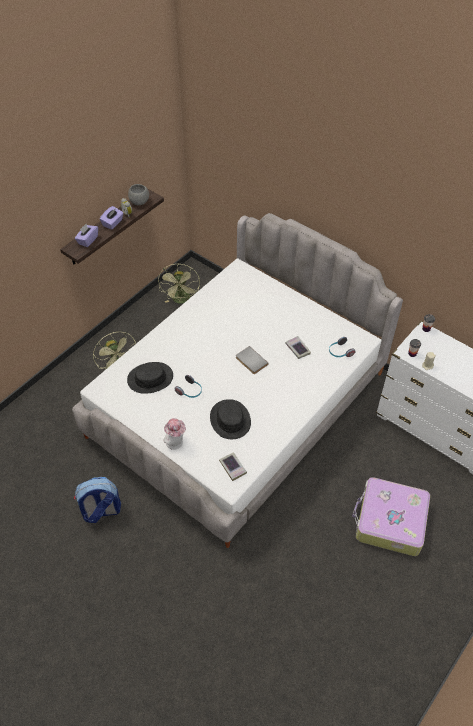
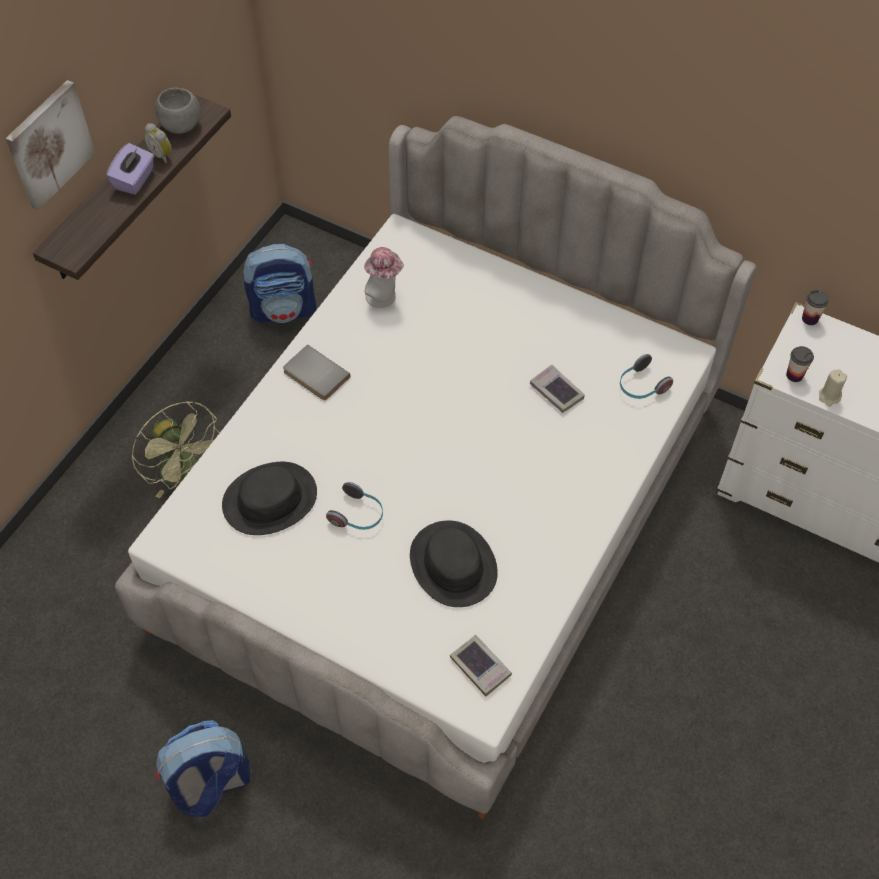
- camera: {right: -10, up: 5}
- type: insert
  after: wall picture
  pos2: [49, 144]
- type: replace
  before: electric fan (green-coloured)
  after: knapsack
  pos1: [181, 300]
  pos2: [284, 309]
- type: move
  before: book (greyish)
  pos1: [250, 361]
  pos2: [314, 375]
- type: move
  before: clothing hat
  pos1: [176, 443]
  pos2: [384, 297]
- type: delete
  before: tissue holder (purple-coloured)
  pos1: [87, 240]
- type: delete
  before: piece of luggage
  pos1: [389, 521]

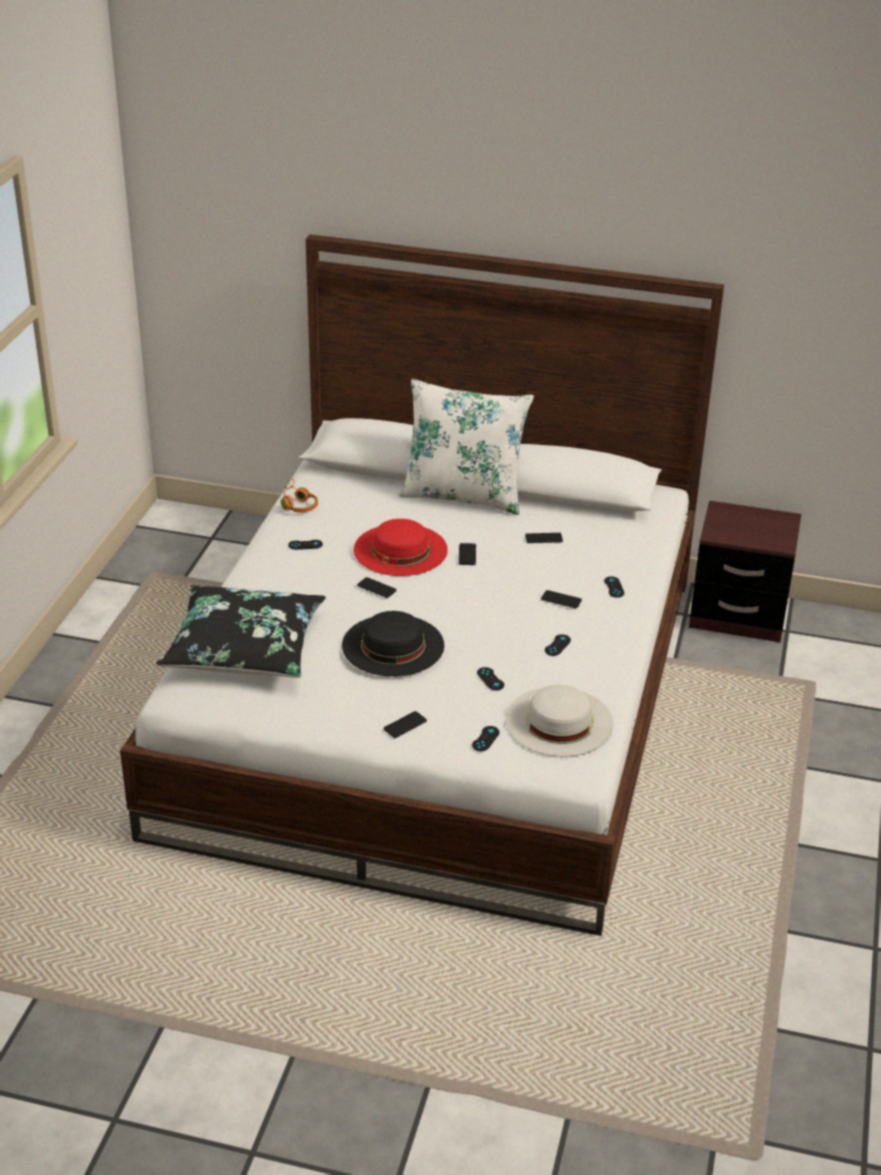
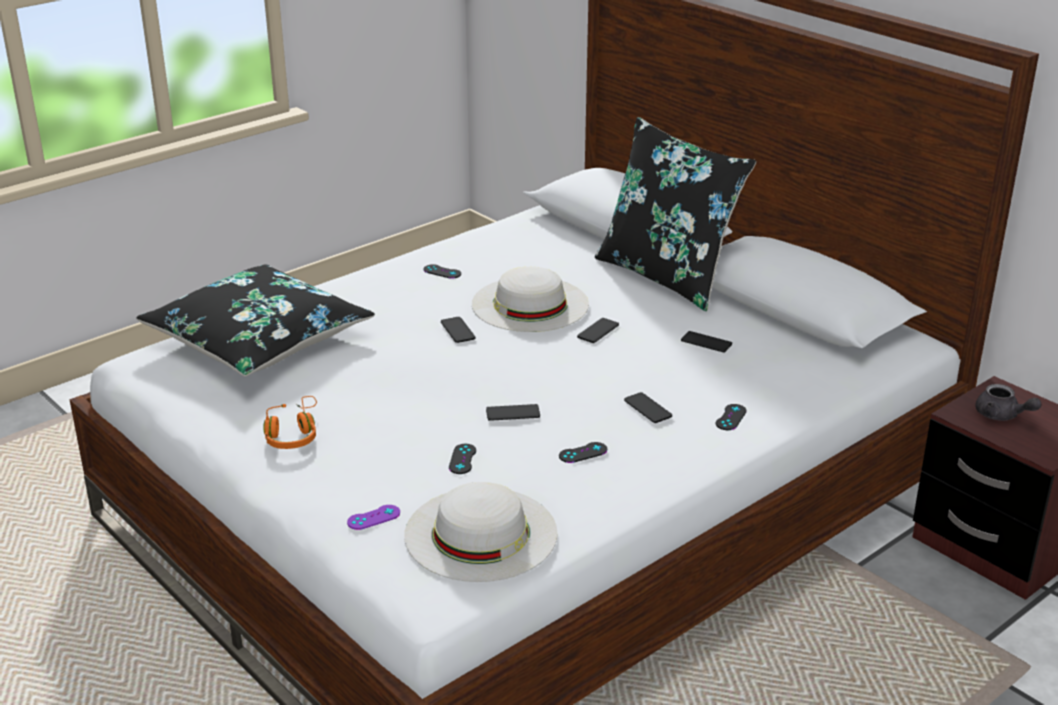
- camera: {right: 35, up: -5}
- type: move
  before: pair of headphones (orange-coloured)
  pos1: [297, 504]
  pos2: [293, 434]
- type: recolor
  before: gamepad (blackish)
  after: gamepad (purple-coloured)
  pos1: [485, 739]
  pos2: [373, 517]
- type: recolor
  before: clothing hat (reddish)
  after: clothing hat (white)
  pos1: [400, 550]
  pos2: [530, 304]
- type: move
  before: phone
  pos1: [405, 725]
  pos2: [513, 413]
- type: recolor
  before: pillow (white)
  after: pillow (blackish)
  pos1: [463, 495]
  pos2: [667, 276]
- type: insert
  after: tea pot (greyish)
  pos2: [1001, 416]
- type: delete
  before: clothing hat (blackish)
  pos1: [393, 645]

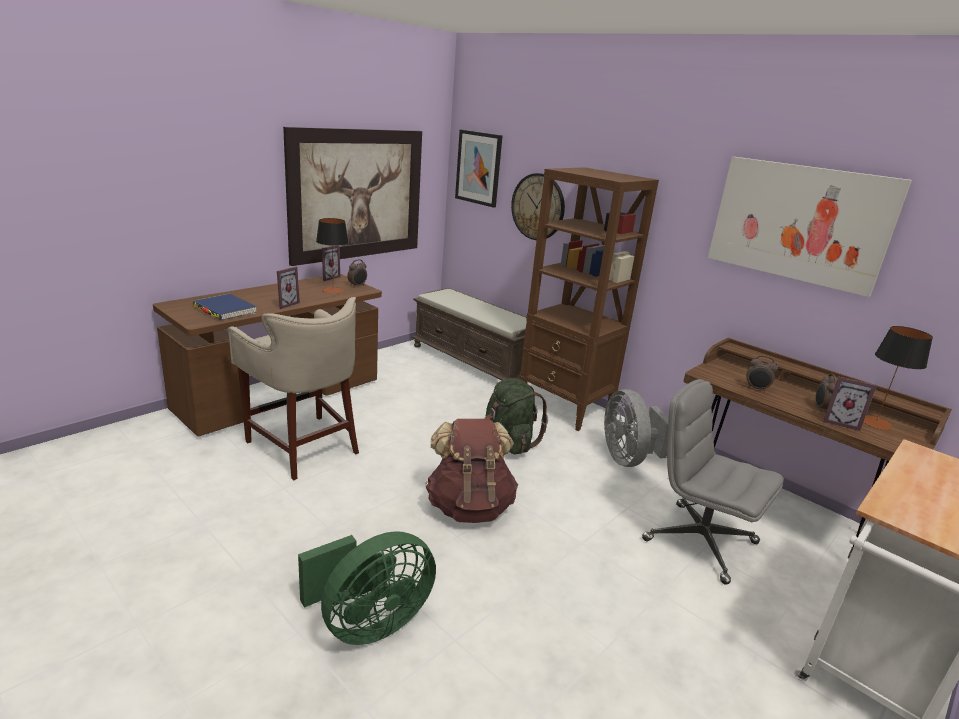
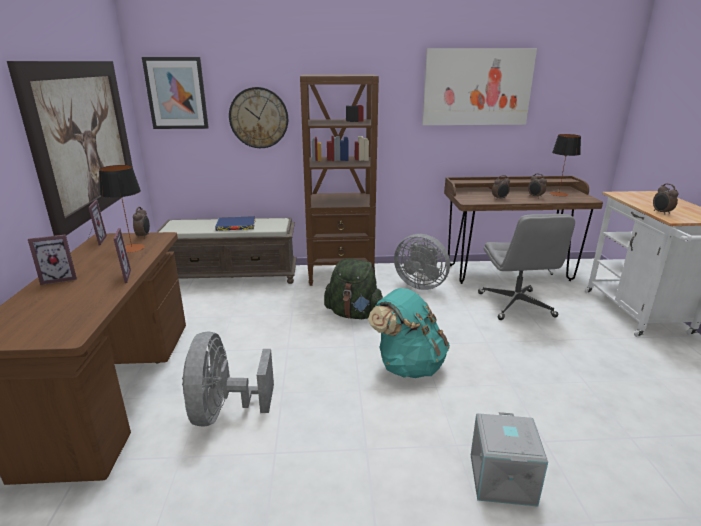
- camera: {right: -45, up: 0}
- type: move
  before: picture frame
  pos1: [840, 422]
  pos2: [60, 278]
- type: replace
  before: stool seat (sand-coloured)
  after: electric fan (greyish)
  pos1: [304, 446]
  pos2: [224, 411]
- type: move
  before: book (blue-coloured)
  pos1: [225, 310]
  pos2: [236, 226]
- type: recolor
  before: knapsack (brownish)
  after: knapsack (blue-green)
  pos1: [469, 507]
  pos2: [408, 365]
- type: replace
  before: electric fan (green-coloured)
  after: storage container (greyish)
  pos1: [368, 623]
  pos2: [500, 478]
- type: rotate
  before: computer chair (greyish)
  pos1: [698, 541]
  pos2: [516, 305]
  turn: -90
- type: insert
  after: bedside clock
  pos2: [661, 212]

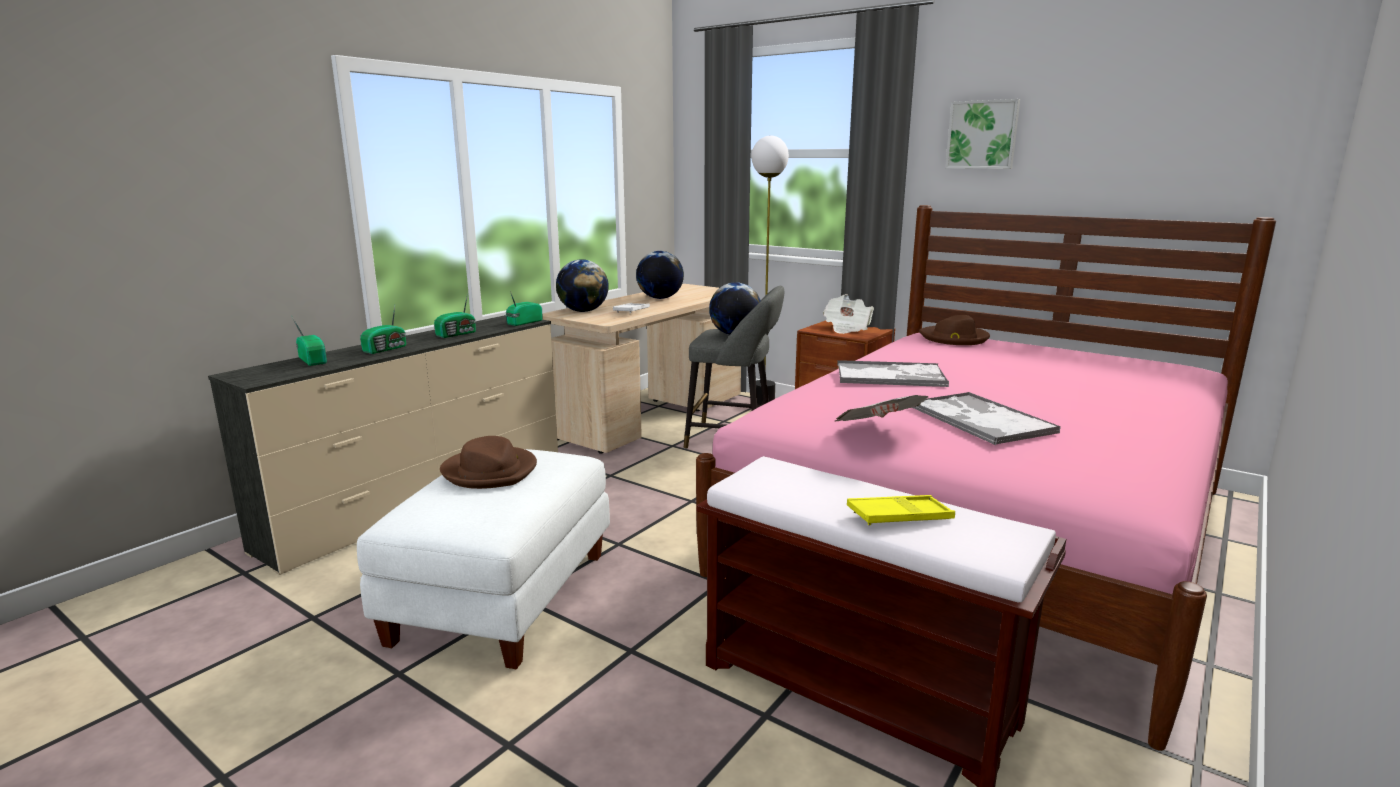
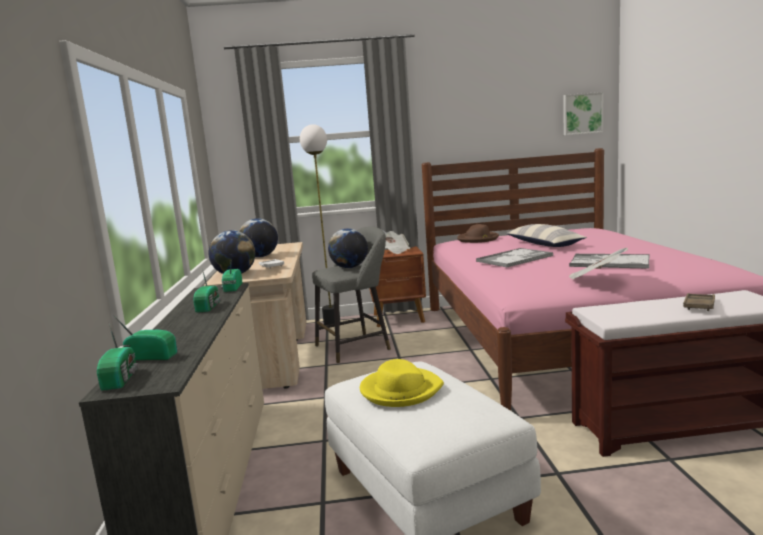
- camera: {right: -40, up: -5}
- type: move
  before: radio receiver
  pos1: [386, 349]
  pos2: [121, 378]
- type: recolor
  before: clothing hat (brownish)
  after: clothing hat (yellow)
  pos1: [490, 471]
  pos2: [400, 390]
- type: insert
  after: pillow
  pos2: [543, 244]
- type: move
  before: wall picture
  pos1: [982, 135]
  pos2: [582, 114]
- type: recolor
  before: serving tray (yellow)
  after: serving tray (brownish)
  pos1: [899, 517]
  pos2: [699, 305]

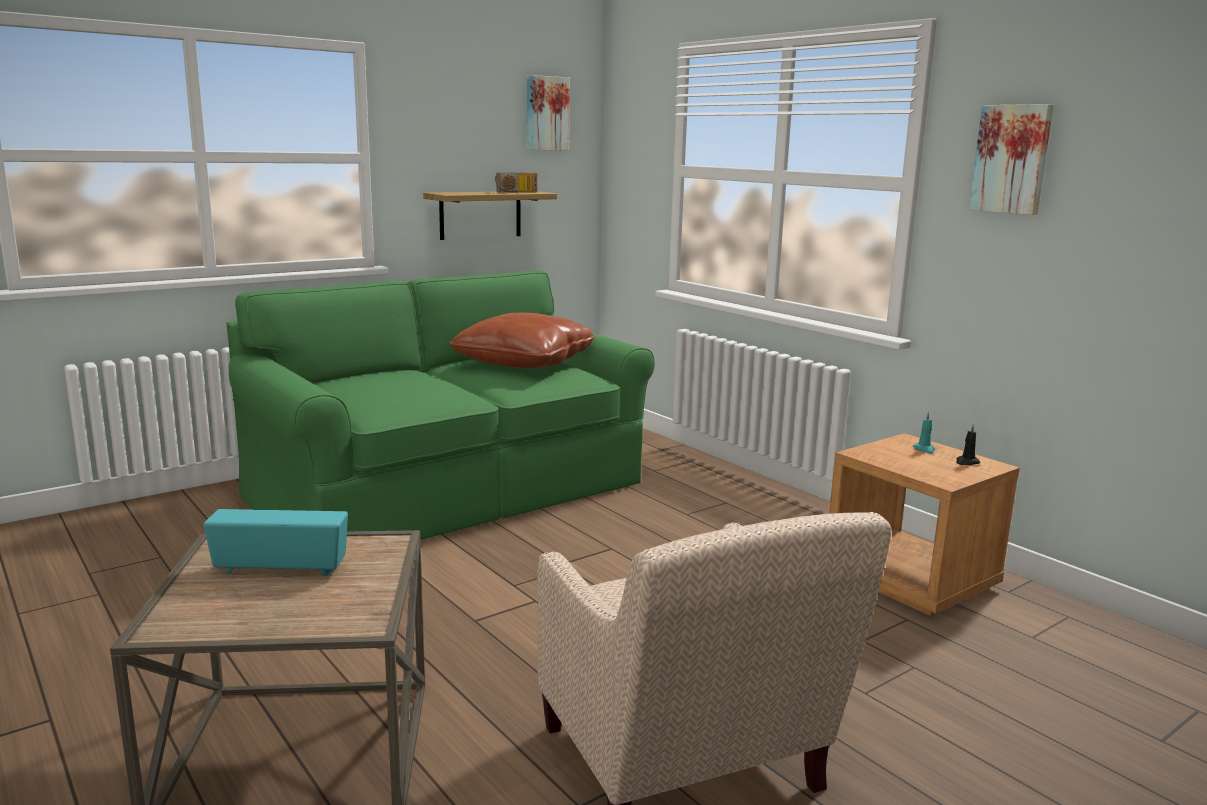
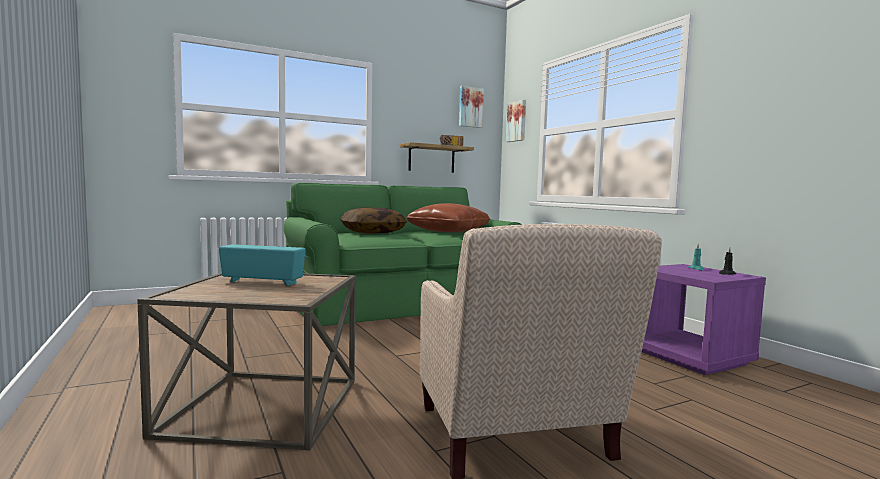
- camera: {right: 10, up: -10}
- type: insert
  after: pillow
  pos2: [372, 232]
- type: move
  before: wall picture
  pos1: [1012, 159]
  pos2: [517, 121]
- type: recolor
  before: nightstand (brownish)
  after: nightstand (purple-coloured)
  pos1: [911, 580]
  pos2: [691, 357]

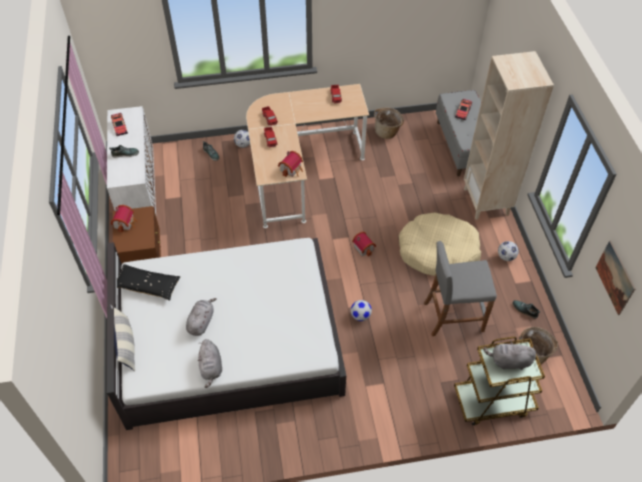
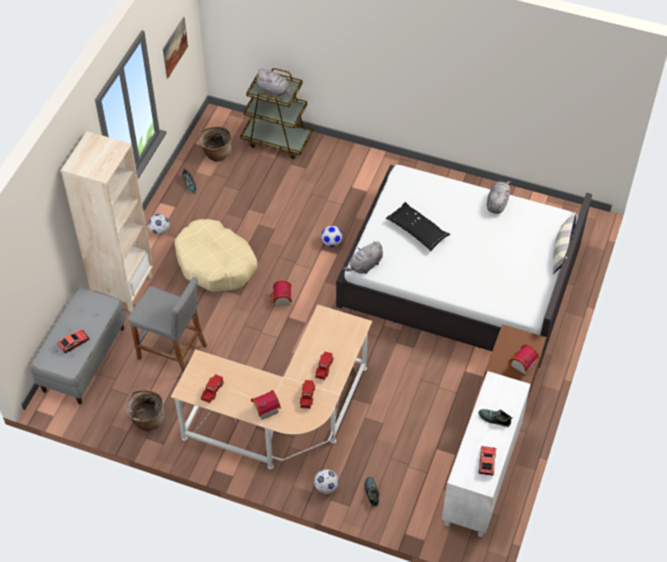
- camera: {right: -150, up: 0}
- type: move
  before: stool seat (greyish)
  pos1: [453, 316]
  pos2: [172, 352]
- type: move
  before: model house
  pos1: [292, 169]
  pos2: [264, 408]
- type: move
  before: plush toy (greyish)
  pos1: [201, 322]
  pos2: [365, 265]
- type: move
  before: pillow (blackish)
  pos1: [147, 286]
  pos2: [417, 231]

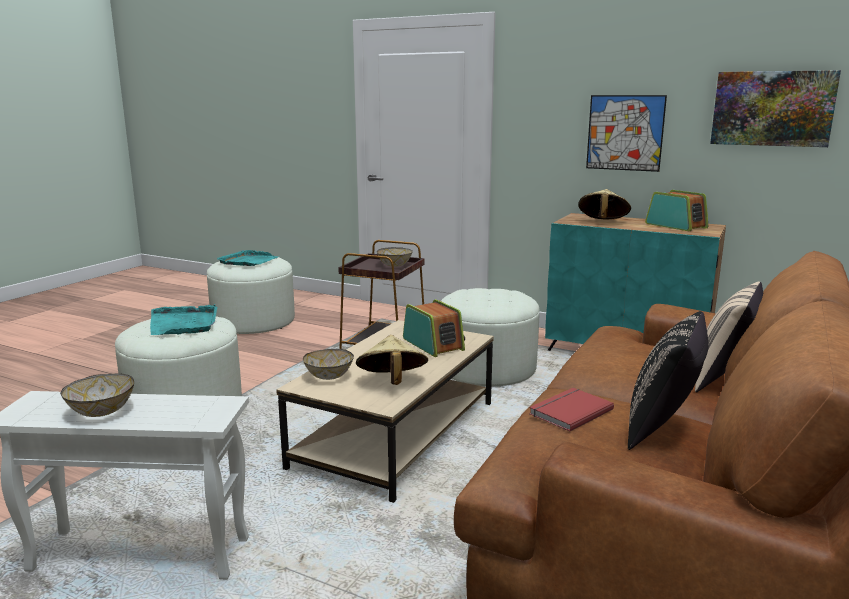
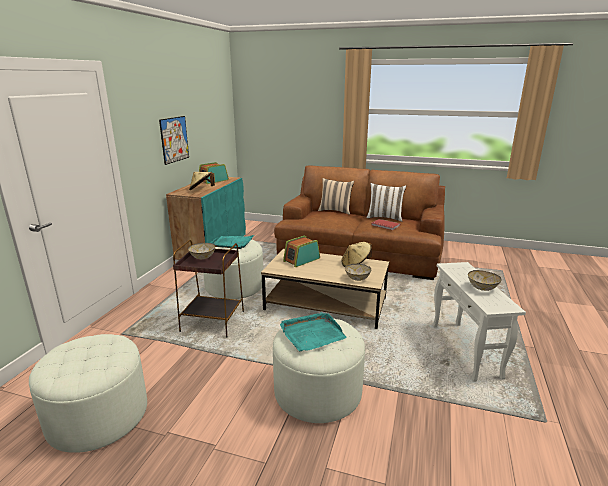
- camera: {right: -100, up: 5}
- type: move
  before: serving tray (blue-green)
  pos1: [248, 261]
  pos2: [232, 243]
- type: recolor
  before: pillow (blackish)
  after: pillow (white)
  pos1: [663, 429]
  pos2: [385, 218]
- type: delete
  before: wall picture
  pos1: [772, 108]

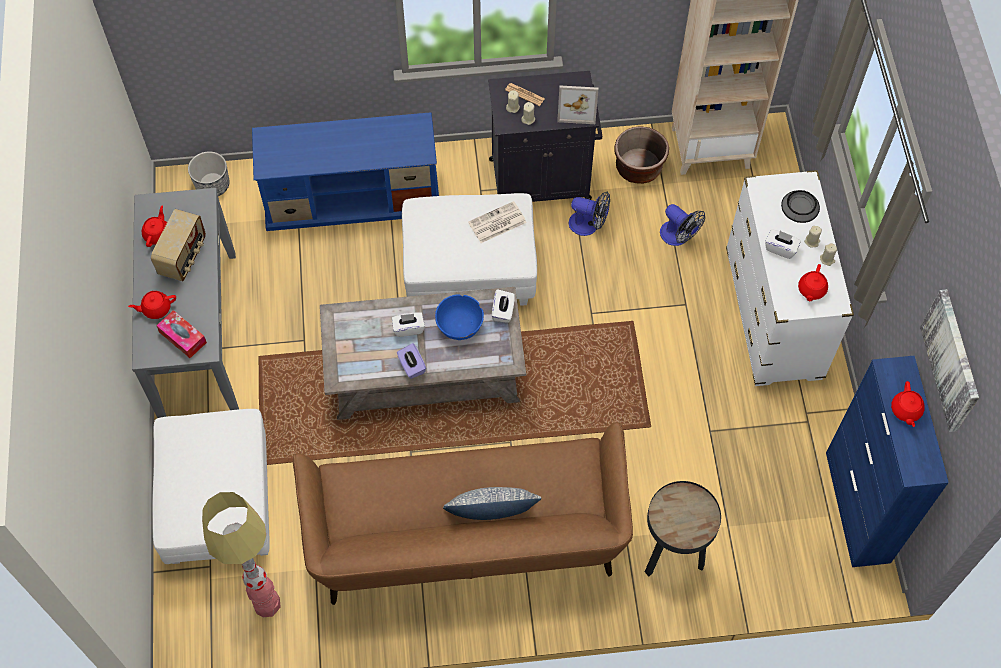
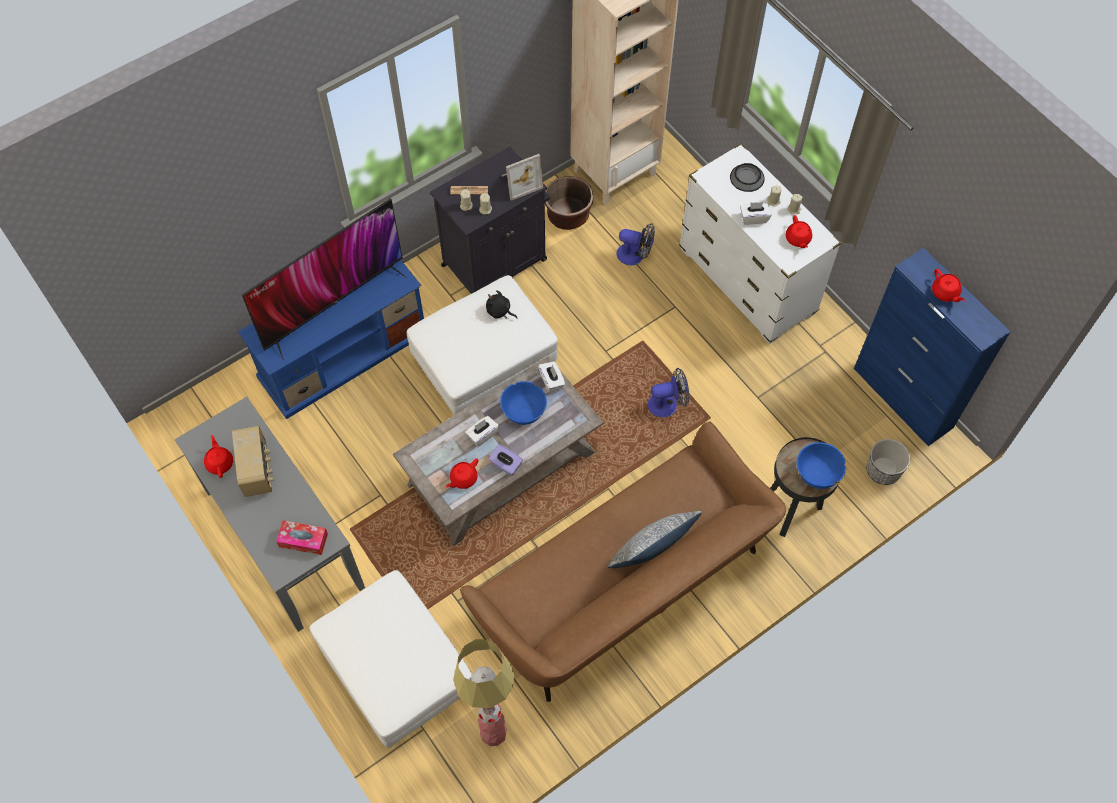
- camera: {right: -30, up: 0}
- type: insert
  after: television
  pos2: [333, 303]
- type: move
  before: tea pot (reddish)
  pos1: [156, 308]
  pos2: [463, 478]
- type: replace
  before: daily paper
  after: plush toy (blackish)
  pos1: [496, 223]
  pos2: [499, 311]
- type: move
  before: electric fan
  pos1: [589, 225]
  pos2: [667, 404]
- type: insert
  after: bowl (blue-coloured)
  pos2: [817, 473]
- type: move
  before: plant pot
  pos1: [213, 185]
  pos2: [883, 470]
- type: delete
  before: wall picture
  pos1: [952, 360]

